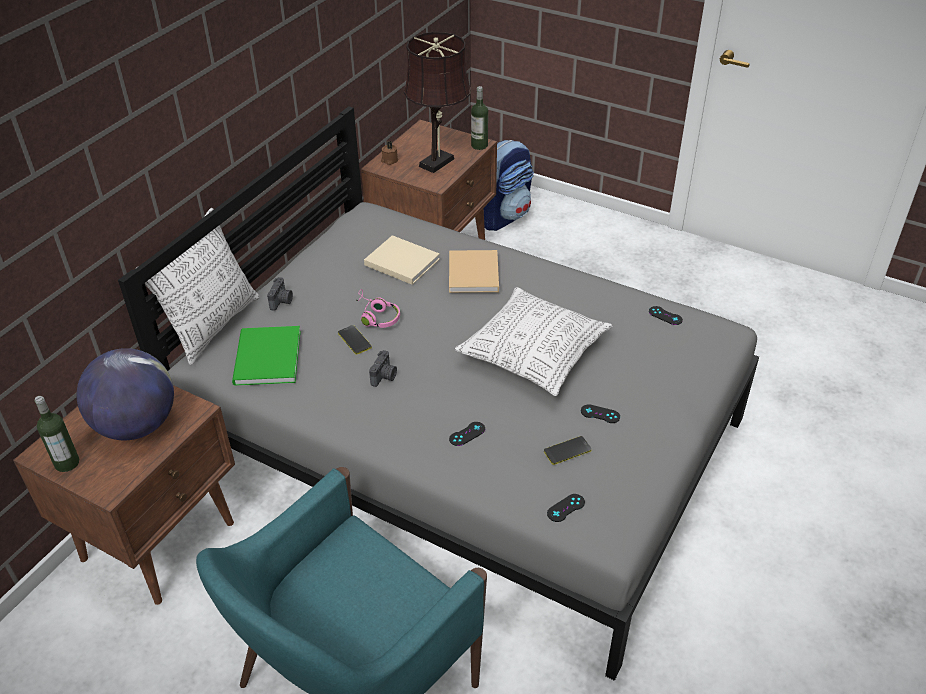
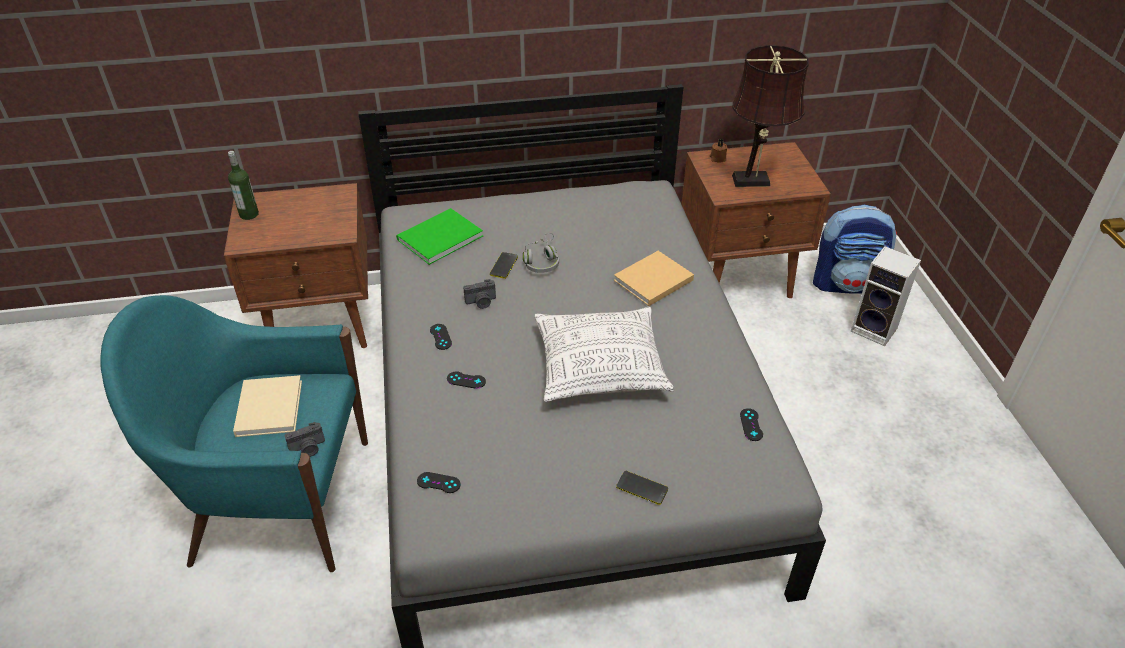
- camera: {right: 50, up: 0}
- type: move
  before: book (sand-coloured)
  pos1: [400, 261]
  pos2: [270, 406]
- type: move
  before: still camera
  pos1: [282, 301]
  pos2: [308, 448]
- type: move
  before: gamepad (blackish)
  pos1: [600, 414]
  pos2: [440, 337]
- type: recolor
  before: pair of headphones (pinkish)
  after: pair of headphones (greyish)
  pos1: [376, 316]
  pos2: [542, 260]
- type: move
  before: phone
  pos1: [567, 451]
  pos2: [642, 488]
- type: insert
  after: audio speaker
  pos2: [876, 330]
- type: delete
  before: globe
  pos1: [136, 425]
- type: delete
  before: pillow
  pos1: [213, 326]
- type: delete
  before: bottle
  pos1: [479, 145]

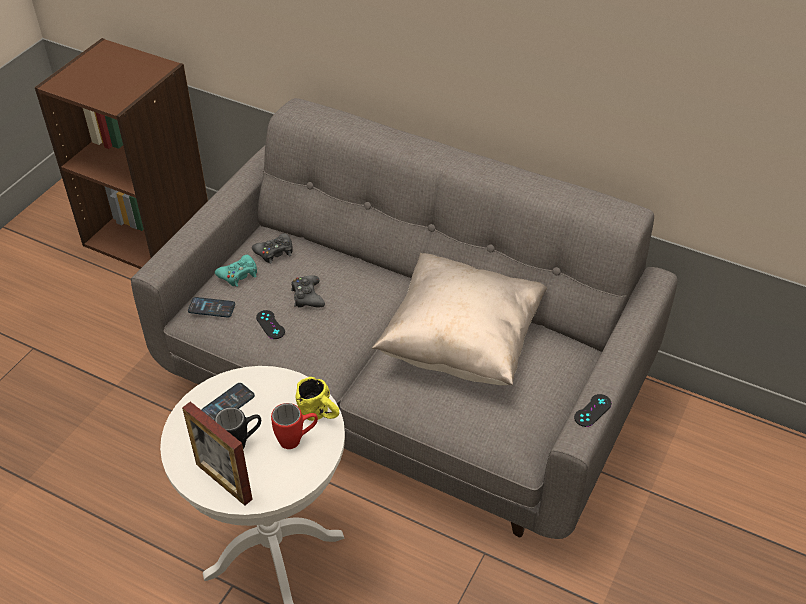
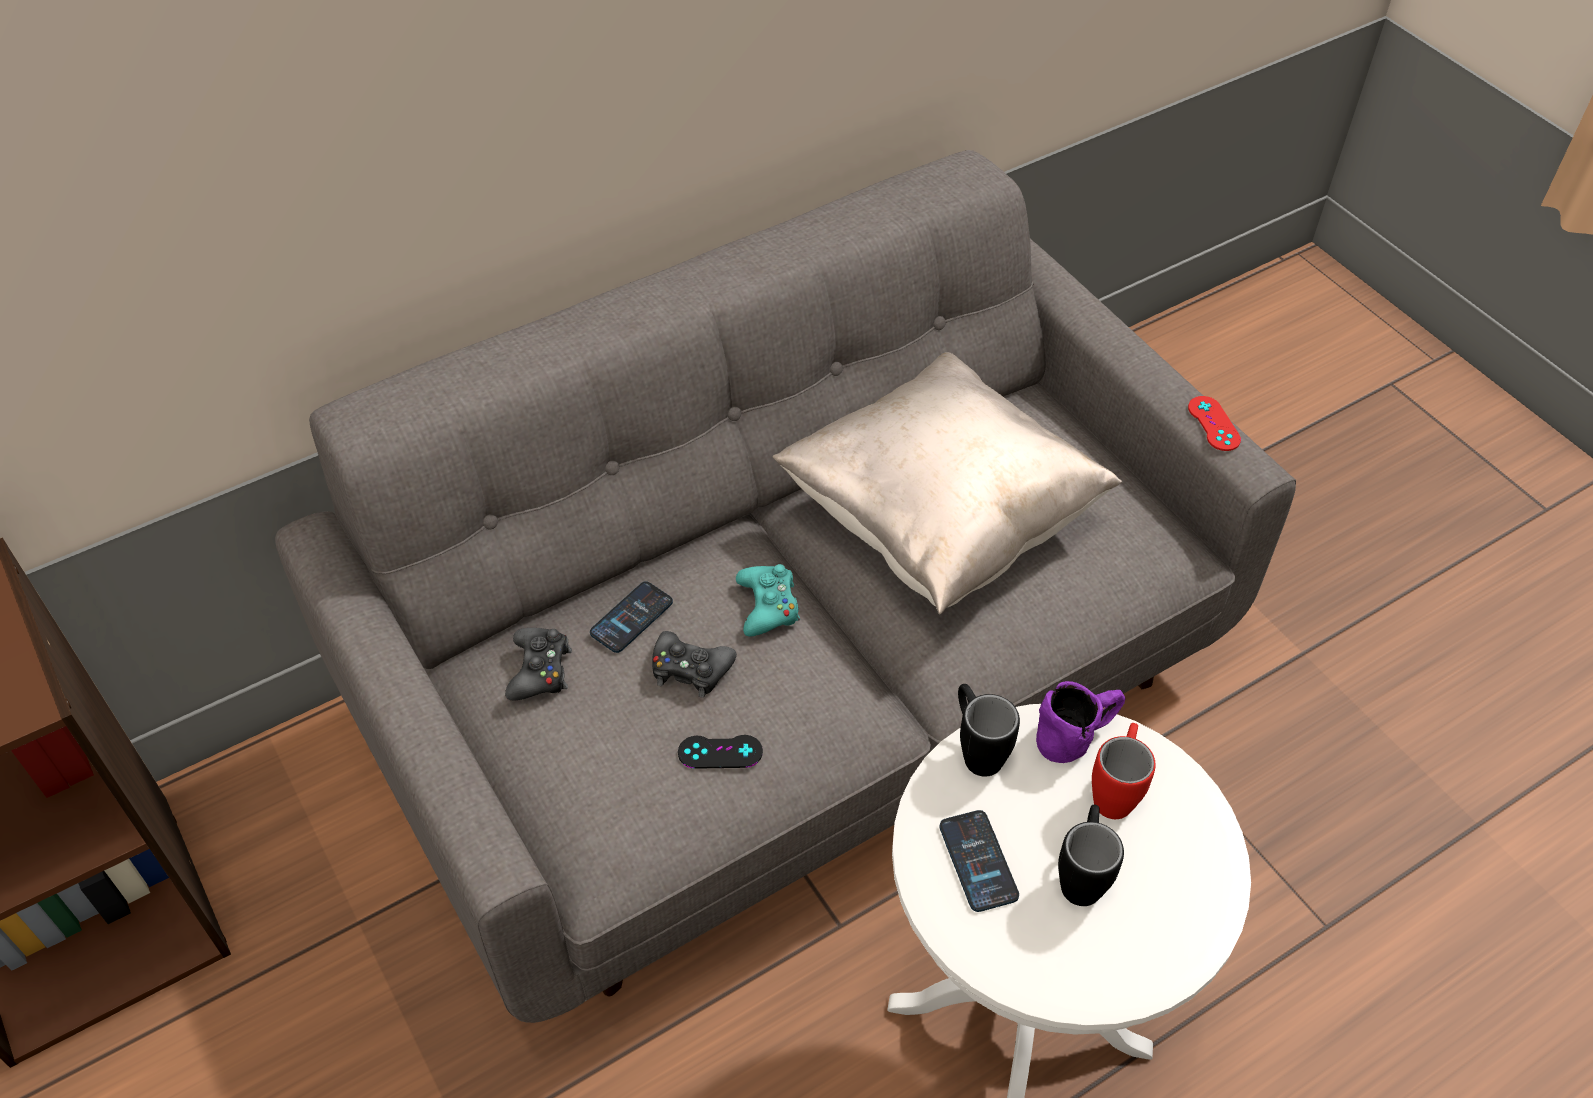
- camera: {right: -60, up: 5}
- type: move
  before: phone
  pos1: [211, 308]
  pos2: [631, 618]
- type: move
  before: gamepad (blue-green)
  pos1: [238, 275]
  pos2: [768, 606]
- type: insert
  after: coffee mug (blackish)
  pos2: [976, 749]
- type: recolor
  before: coffee mug (yellow)
  after: coffee mug (purple-coloured)
  pos1: [320, 414]
  pos2: [1077, 735]
- type: recolor
  before: gamepad (blackish)
  after: gamepad (reddish)
  pos1: [592, 410]
  pos2: [1213, 424]
- type: delete
  before: picture frame
  pos1: [224, 481]

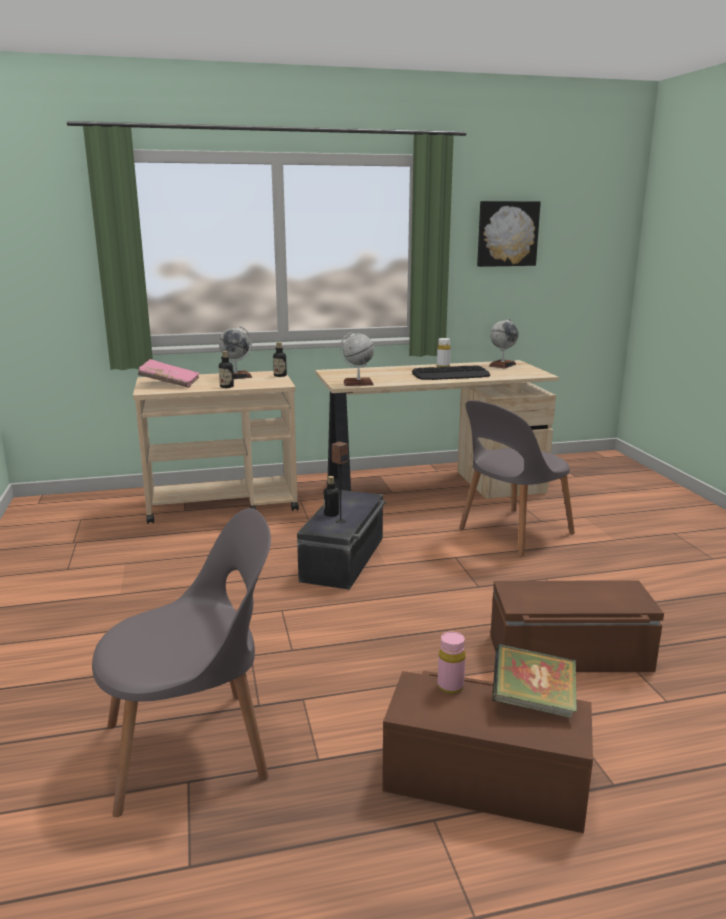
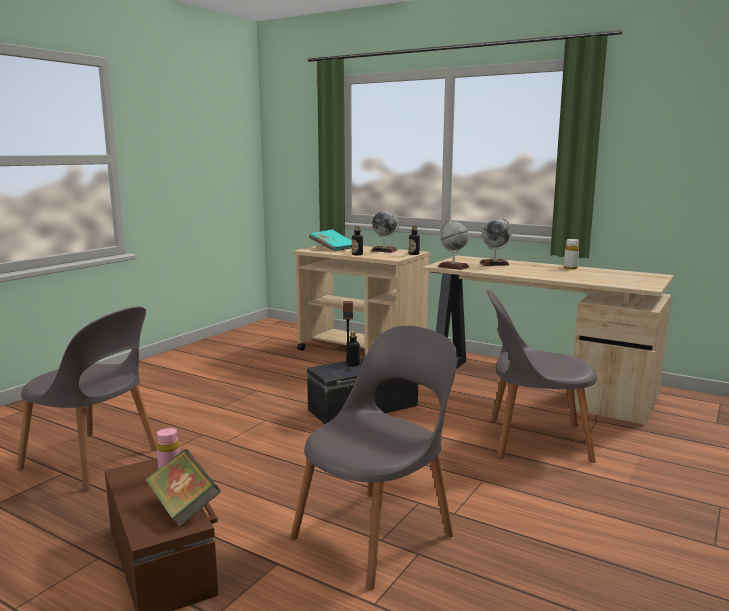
- camera: {right: 45, up: -5}
- type: replace
  before: storage container (brownish)
  after: upright chair (greyish)
  pos1: [570, 654]
  pos2: [377, 533]
- type: recolor
  before: book (pinkish)
  after: book (blue-green)
  pos1: [169, 383]
  pos2: [333, 248]
- type: move
  before: globe
  pos1: [502, 365]
  pos2: [494, 264]
- type: delete
  before: keyboard
  pos1: [451, 374]
- type: delete
  before: wall picture
  pos1: [507, 234]

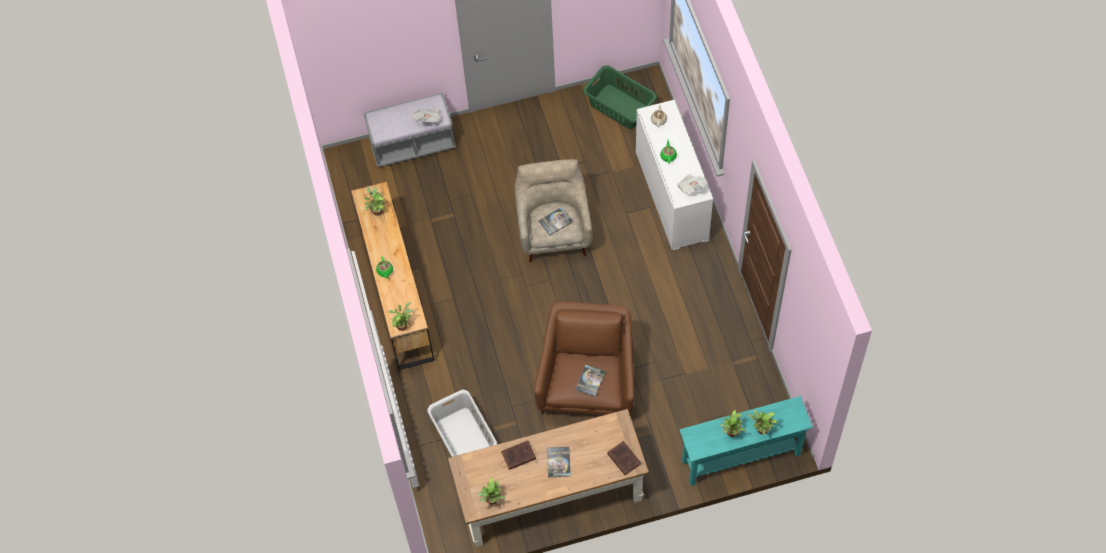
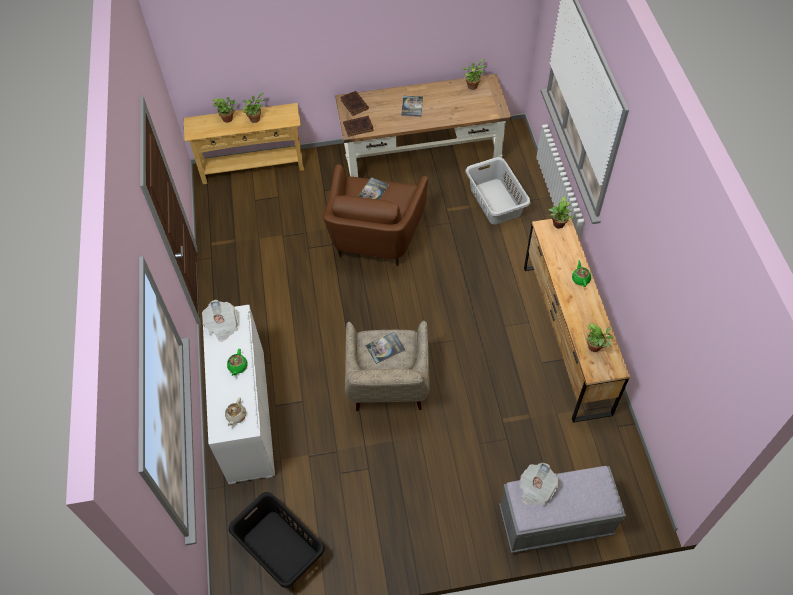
- camera: {right: -175, up: -5}
- type: recolor
  before: narrow table (blue-green)
  after: narrow table (sand-coloured)
  pos1: [741, 458]
  pos2: [252, 167]
- type: recolor
  before: laundry basket (green-coloured)
  after: laundry basket (blackish)
  pos1: [619, 106]
  pos2: [280, 548]
- type: move
  before: book (brownish)
  pos1: [517, 456]
  pos2: [359, 127]

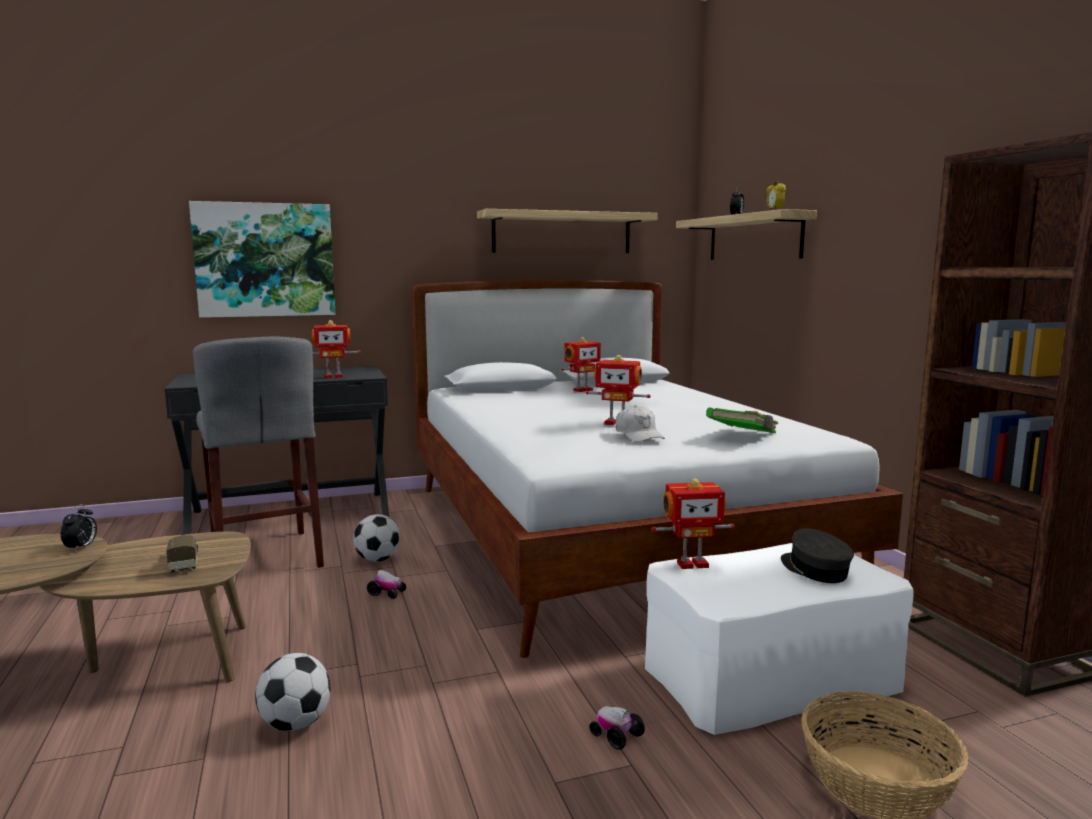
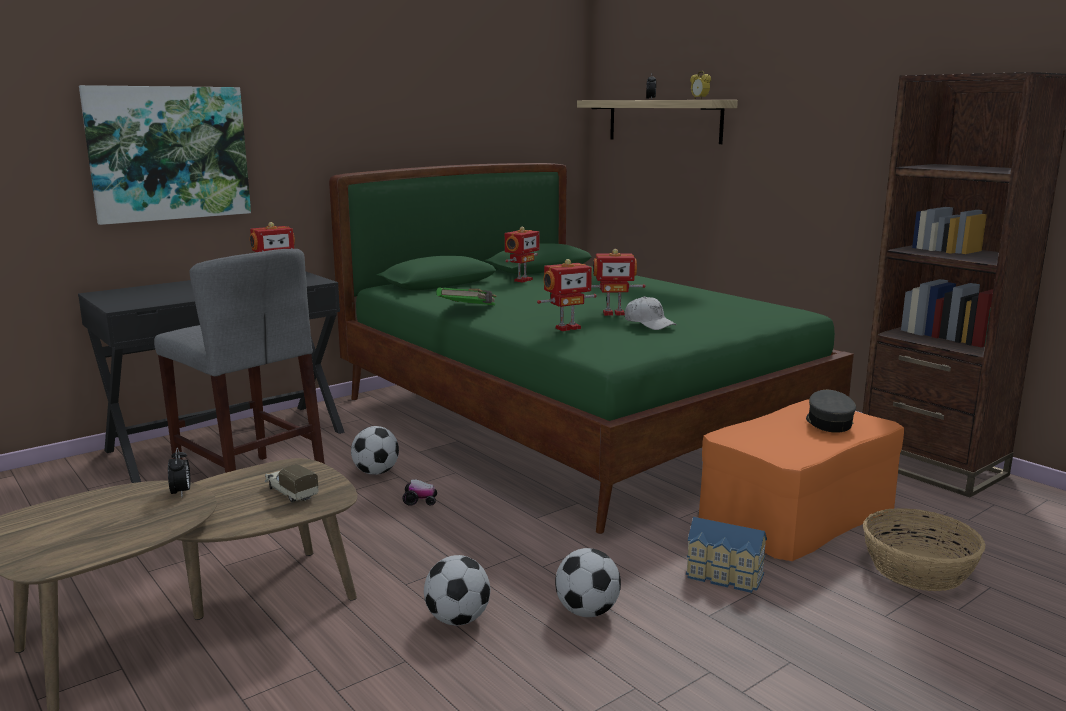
- camera: {right: -20, up: 5}
- type: recolor
  before: bed (white)
  after: bed (green-coloured)
  pos1: [608, 535]
  pos2: [574, 421]
- type: move
  before: book (green-coloured)
  pos1: [743, 436]
  pos2: [469, 310]
- type: move
  before: toy robot
  pos1: [692, 564]
  pos2: [567, 328]
- type: insert
  after: football ball
  pos2: [586, 611]
- type: replace
  before: toy car
  after: model house
  pos1: [616, 736]
  pos2: [724, 576]
- type: recolor
  before: ottoman (white)
  after: ottoman (orange-coloured)
  pos1: [769, 675]
  pos2: [797, 513]
- type: rotate
  before: peaked cap (greyish)
  pos1: [814, 569]
  pos2: [828, 422]
  turn: 45
- type: delete
  before: shelf
  pos1: [562, 233]

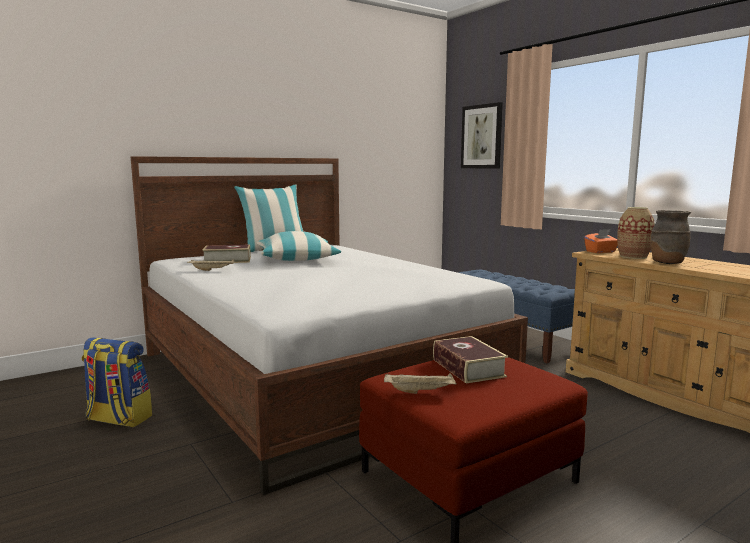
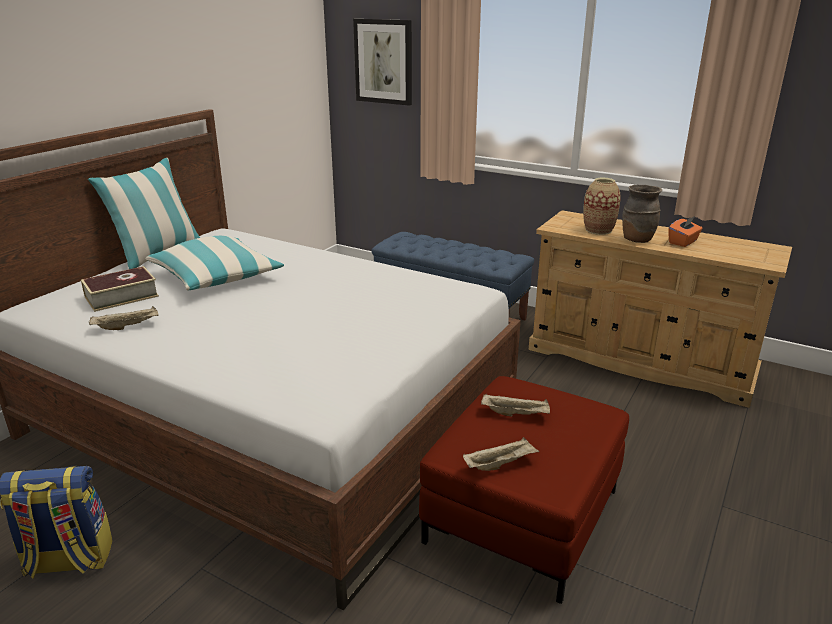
- camera: {right: -25, up: 15}
- type: replace
  before: book
  after: serving tray (sand-coloured)
  pos1: [468, 368]
  pos2: [516, 414]
- type: move
  before: tissue holder (orange-coloured)
  pos1: [601, 251]
  pos2: [683, 242]

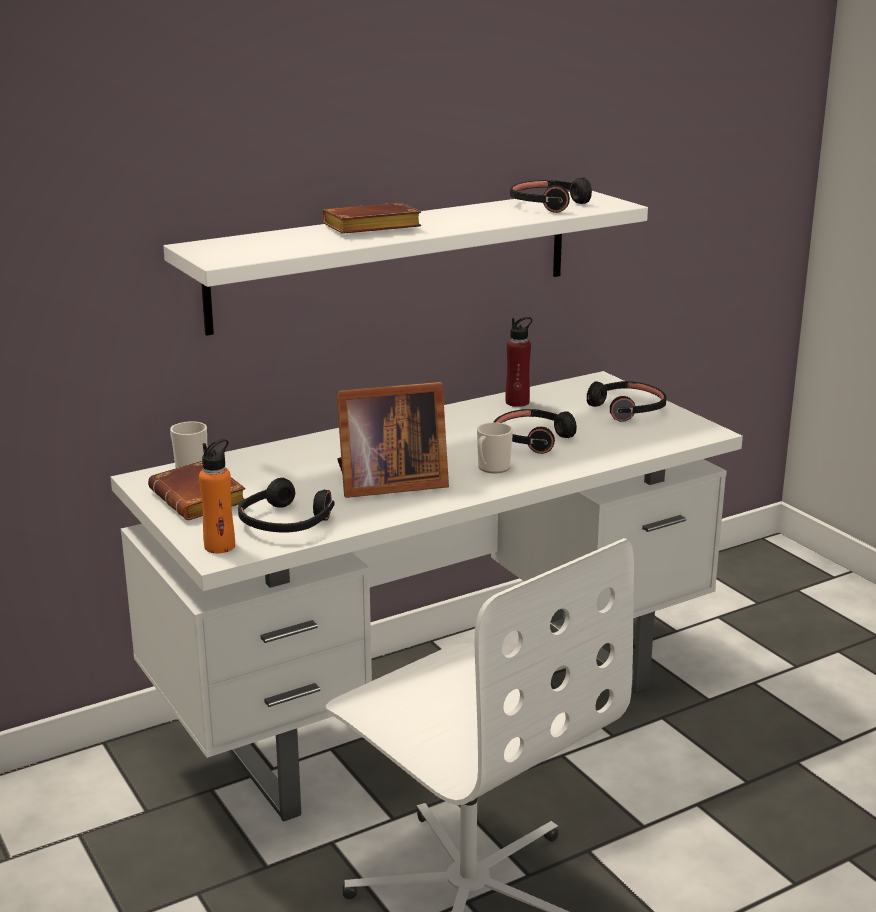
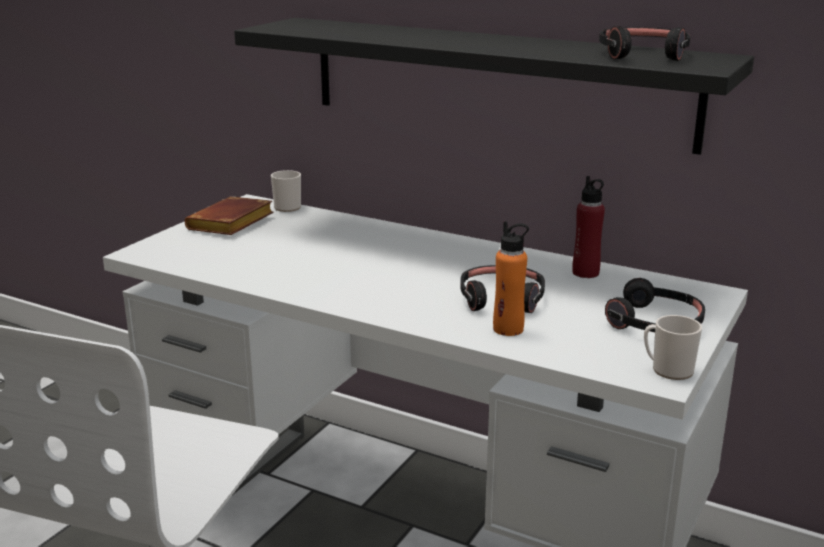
- camera: {right: 60, up: 0}
- type: recolor
  before: shelf (white)
  after: shelf (blackish)
  pos1: [393, 259]
  pos2: [495, 81]
- type: move
  before: bottle (orange-coloured)
  pos1: [220, 546]
  pos2: [508, 329]
- type: move
  before: coffee mug
  pos1: [491, 468]
  pos2: [667, 370]
- type: delete
  before: pair of headphones (blackish)
  pos1: [285, 522]
- type: delete
  before: book (brownish)
  pos1: [370, 228]
- type: delete
  before: picture frame
  pos1: [387, 484]

